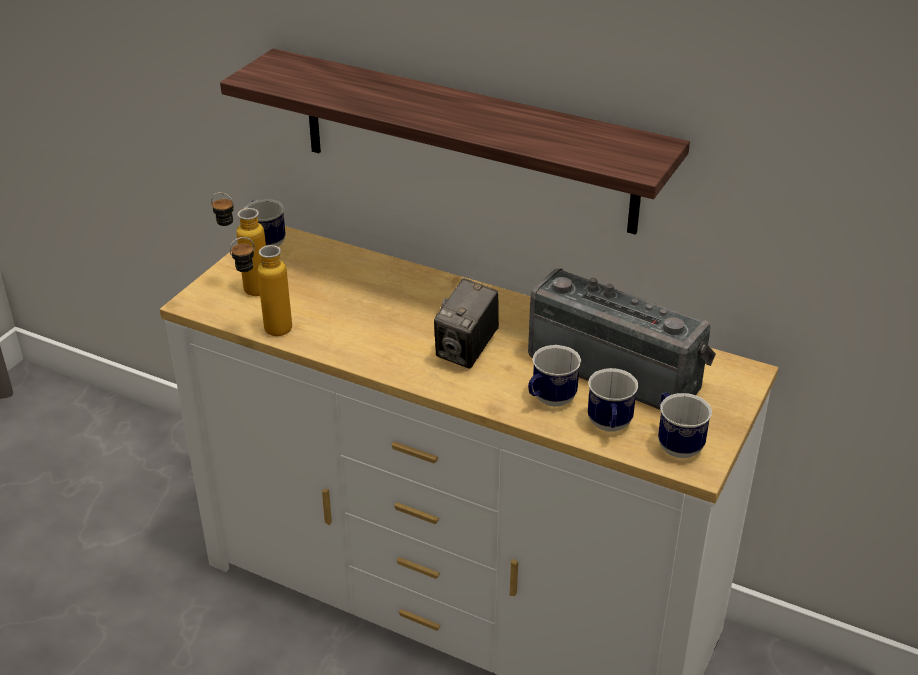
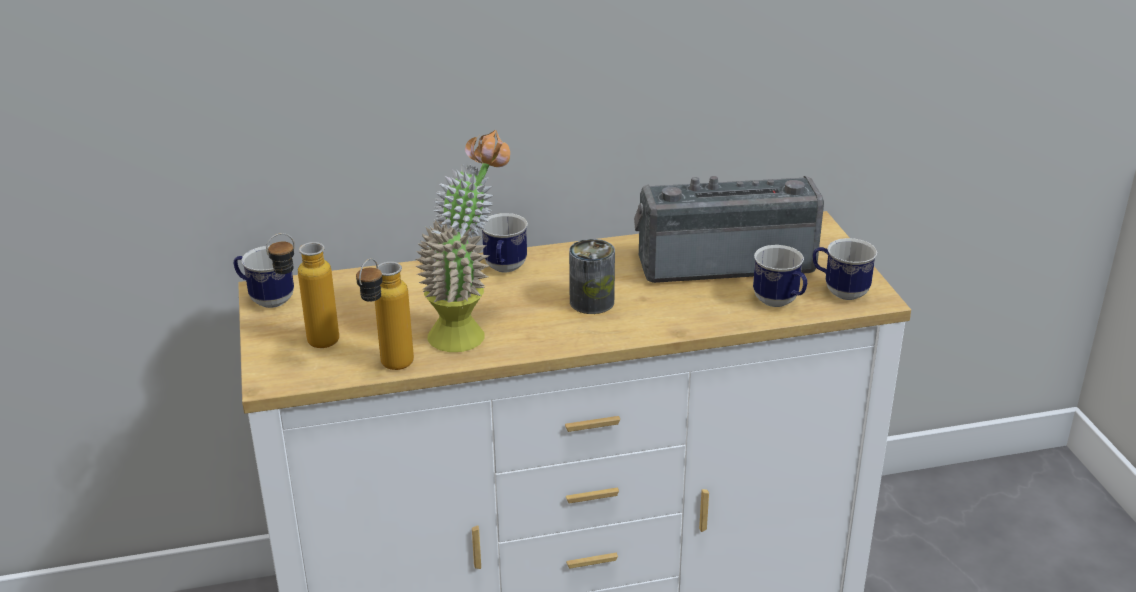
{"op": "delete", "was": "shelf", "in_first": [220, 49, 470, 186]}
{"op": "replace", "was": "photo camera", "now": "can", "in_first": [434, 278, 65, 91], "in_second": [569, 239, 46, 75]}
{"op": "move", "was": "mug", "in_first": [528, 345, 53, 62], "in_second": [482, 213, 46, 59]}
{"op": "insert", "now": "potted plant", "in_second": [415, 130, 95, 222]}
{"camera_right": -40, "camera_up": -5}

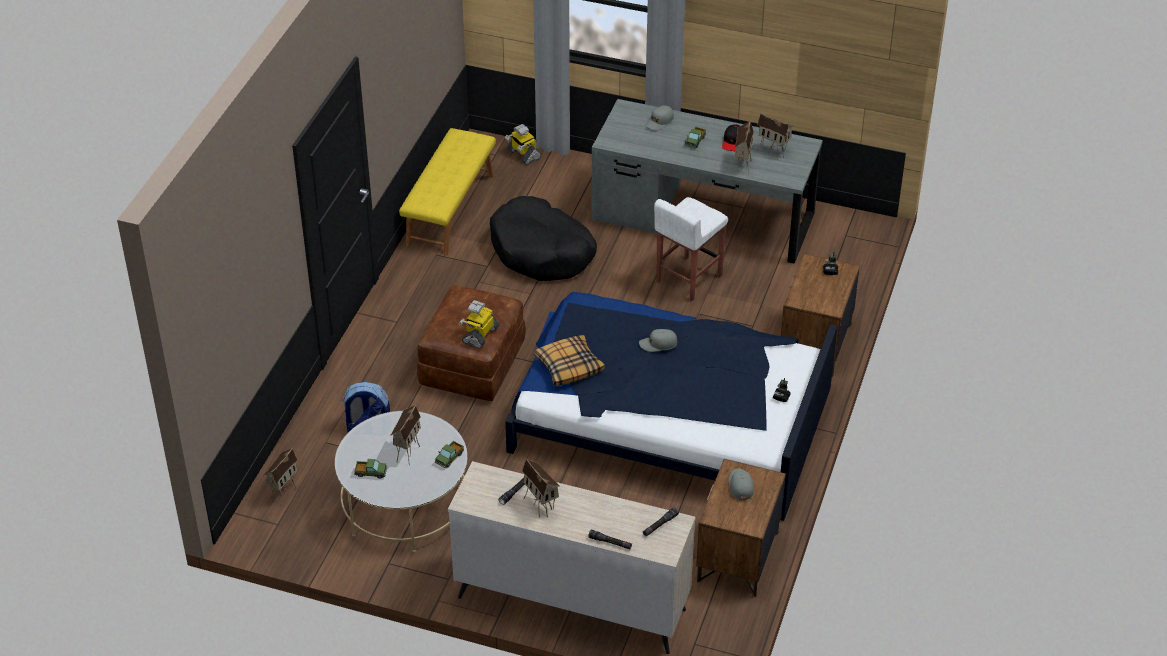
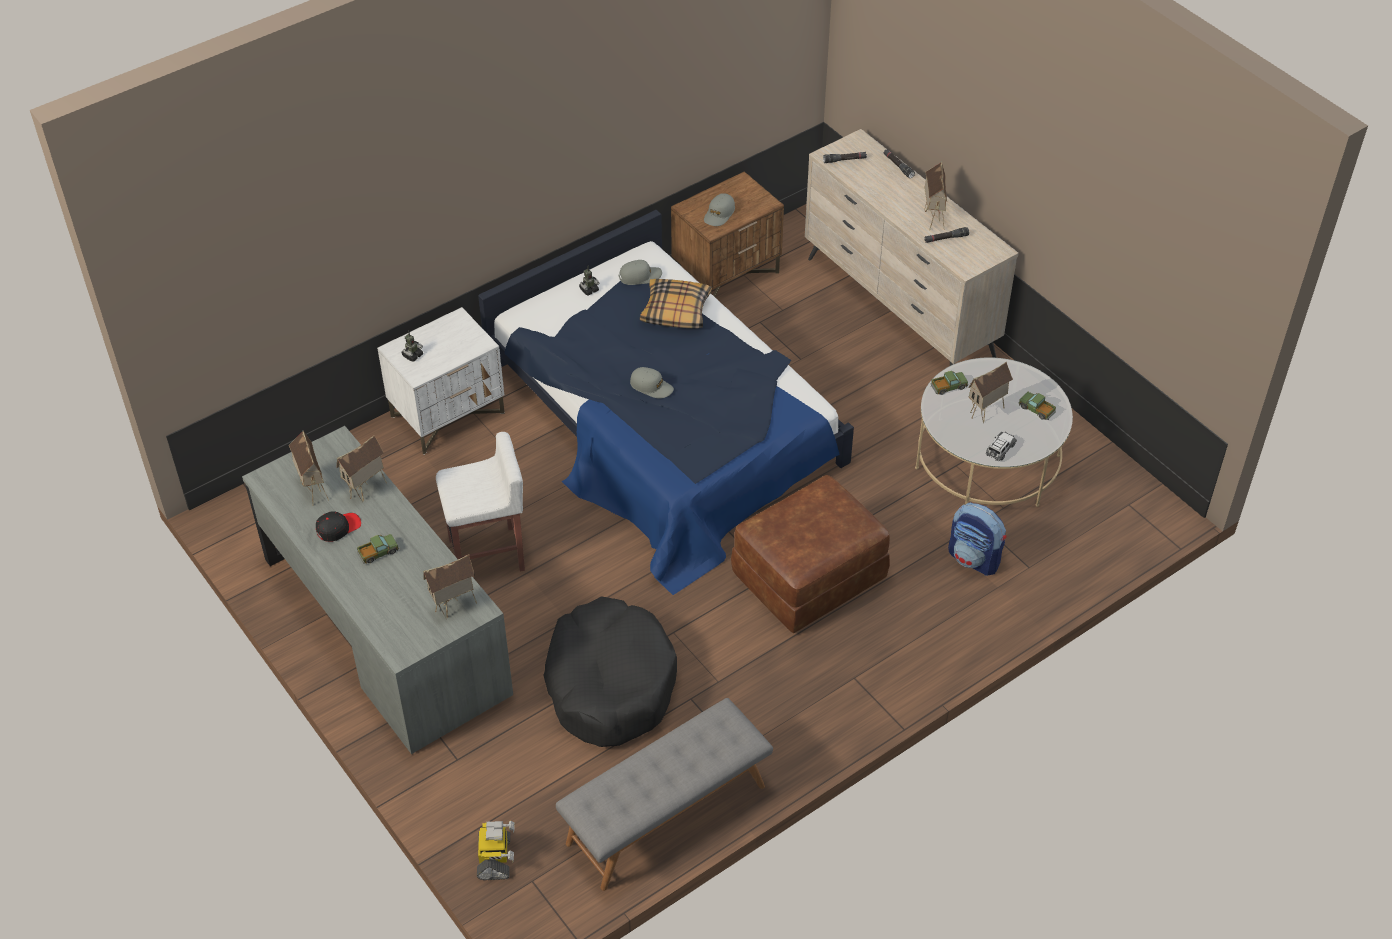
{"op": "move", "was": "cap/grey", "in_first": [645, 105, 29, 25], "in_second": [619, 260, 43, 25]}
{"op": "recolor", "was": "bench/yellow", "now": "bench/grey", "in_first": [399, 128, 97, 128], "in_second": [556, 698, 217, 193]}
{"op": "recolor", "was": "nightstand/brown", "now": "nightstand/white", "in_first": [781, 254, 79, 123], "in_second": [377, 307, 128, 148]}
{"op": "delete", "was": "toy robot", "in_first": [459, 300, 40, 49]}
{"op": "move", "was": "pillow", "in_first": [534, 335, 71, 51], "in_second": [640, 279, 72, 50]}
{"op": "move", "was": "toy house", "in_first": [264, 448, 34, 58], "in_second": [423, 555, 54, 63]}
{"op": "insert", "now": "toy car", "in_second": [986, 431, 31, 30]}
{"camera_right": -145, "camera_up": 5}

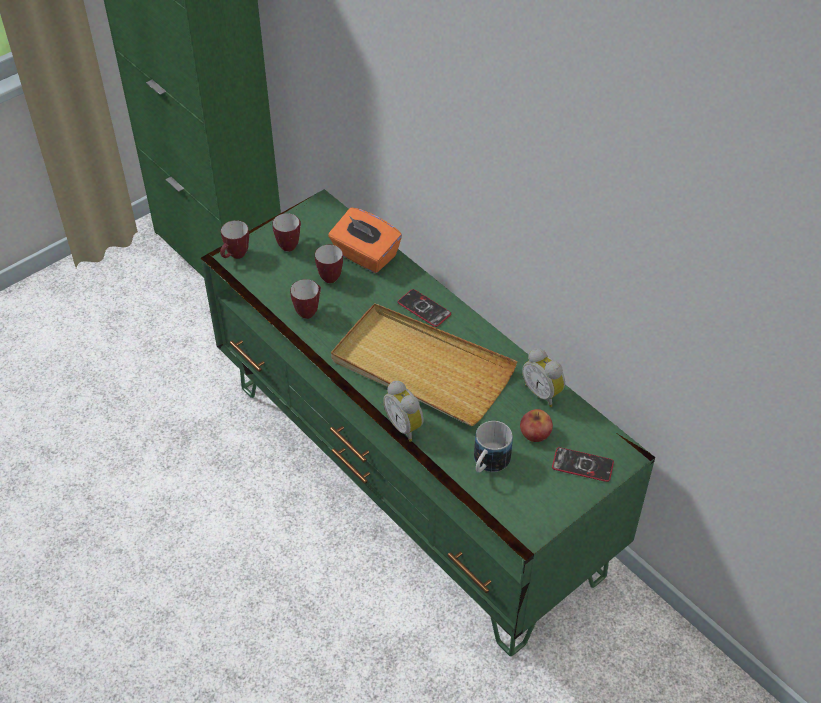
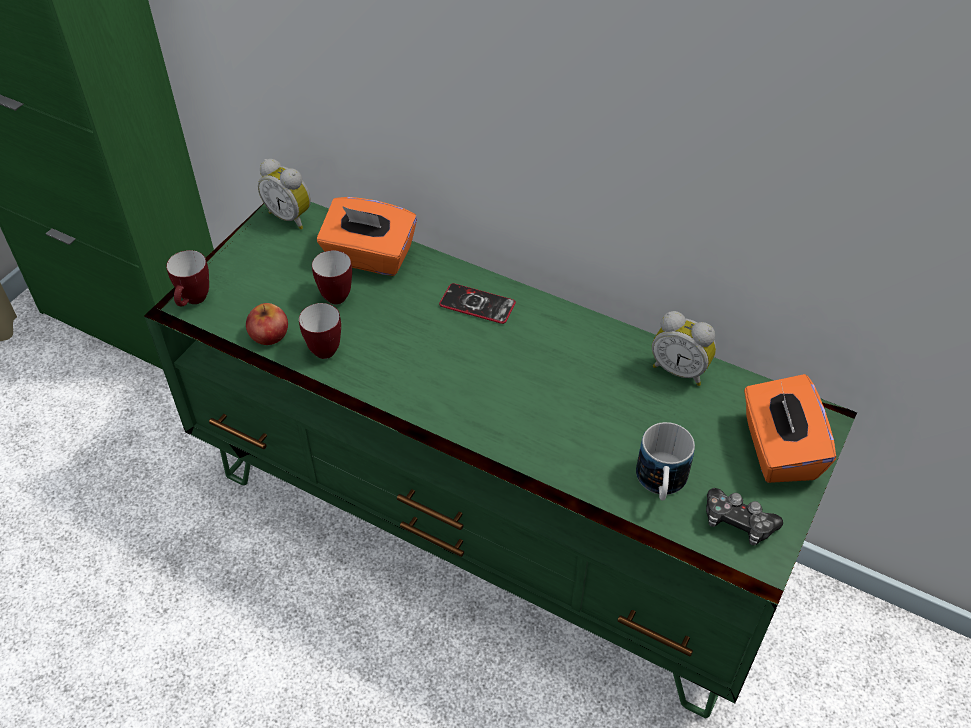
{"op": "delete", "was": "mug", "in_first": [272, 213, 29, 39]}
{"op": "delete", "was": "tray/beige", "in_first": [331, 303, 187, 123]}
{"op": "move", "was": "alarm clock", "in_first": [383, 381, 41, 61], "in_second": [258, 159, 53, 70]}
{"op": "move", "was": "apple", "in_first": [520, 409, 33, 33], "in_second": [246, 303, 42, 42]}
{"op": "replace", "was": "phone", "now": "tissue box/orange", "in_first": [552, 447, 62, 35], "in_second": [744, 374, 92, 109]}
{"op": "insert", "now": "game controller", "in_second": [706, 488, 77, 58]}
{"camera_right": -20, "camera_up": 0}

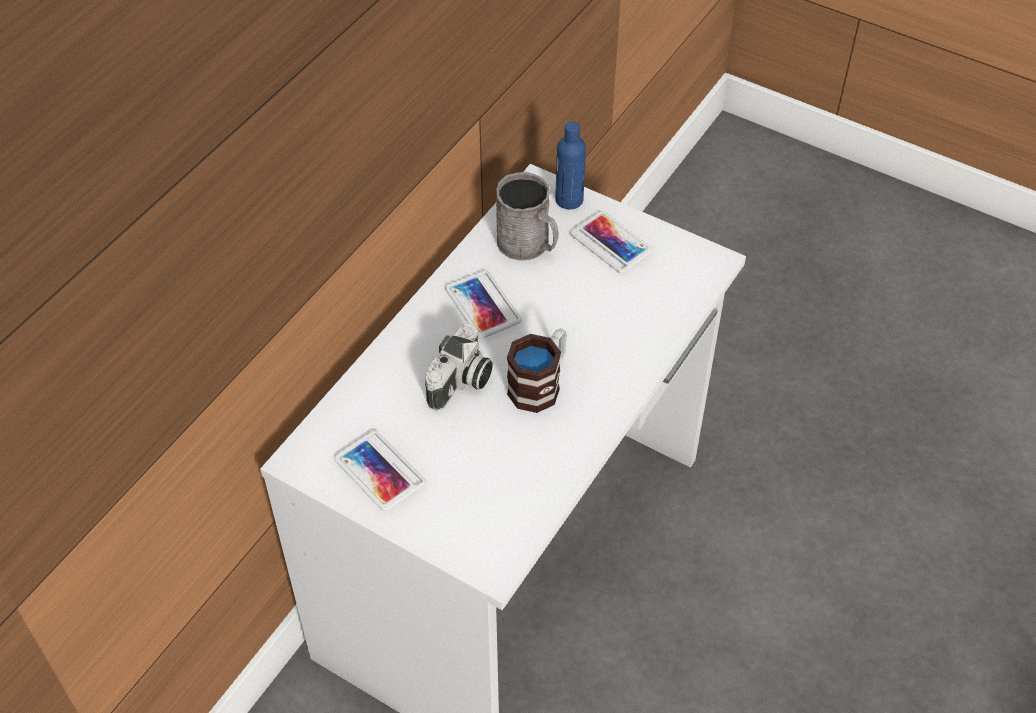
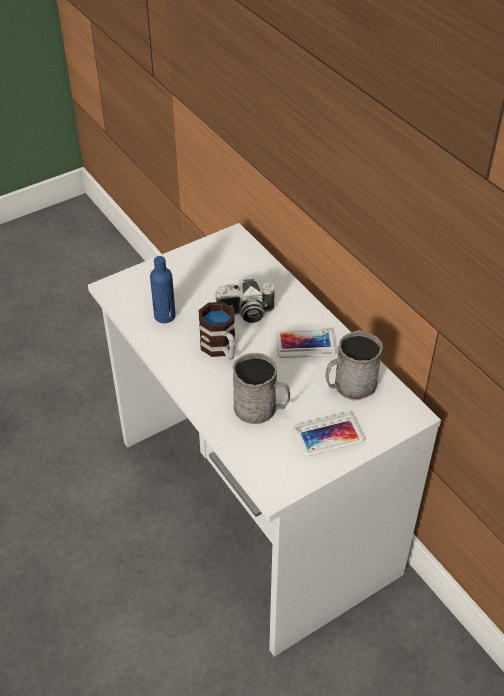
{"op": "move", "was": "bottle/blue", "in_first": [556, 121, 30, 88], "in_second": [150, 256, 26, 67]}
{"op": "rotate", "was": "photo camera", "in_first": [425, 324, 68, 87], "in_second": [215, 279, 60, 44], "clockwise": -60}
{"op": "delete", "was": "phone", "in_first": [334, 430, 92, 81]}
{"op": "insert", "now": "mug/grey", "in_second": [233, 353, 57, 71]}
{"camera_right": 115, "camera_up": -5}

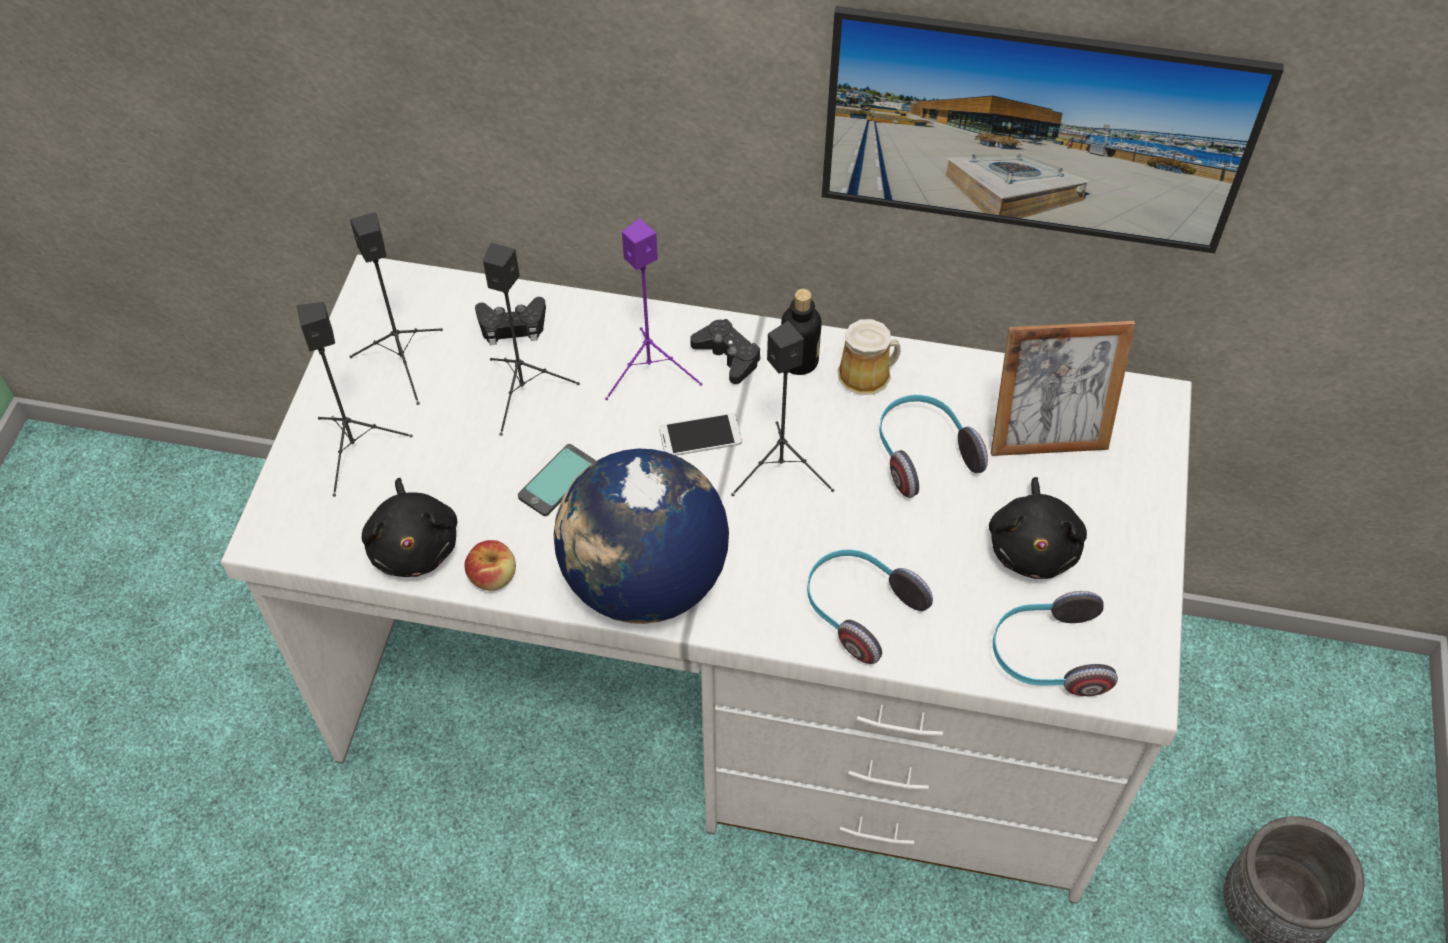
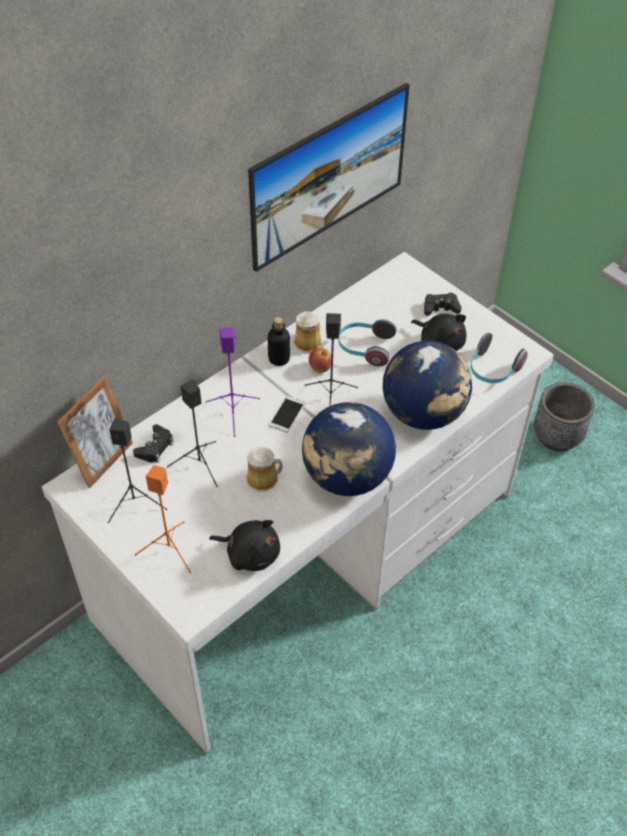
{"op": "recolor", "was": "speaker/black", "now": "speaker/orange", "in_first": [297, 302, 116, 195], "in_second": [134, 465, 57, 108]}
{"op": "move", "was": "game controller/black", "in_first": [690, 319, 71, 65], "in_second": [424, 293, 37, 23]}
{"op": "move", "was": "picture frame", "in_first": [991, 321, 144, 135], "in_second": [57, 376, 76, 112]}
{"op": "replace", "was": "phone", "now": "mug", "in_first": [518, 444, 78, 72], "in_second": [247, 447, 36, 45]}
{"op": "move", "was": "apple", "in_first": [464, 540, 52, 51], "in_second": [309, 348, 22, 25]}
{"op": "replace", "was": "headphones", "now": "globe", "in_first": [807, 549, 126, 115], "in_second": [383, 341, 89, 89]}
{"camera_right": -55, "camera_up": -5}

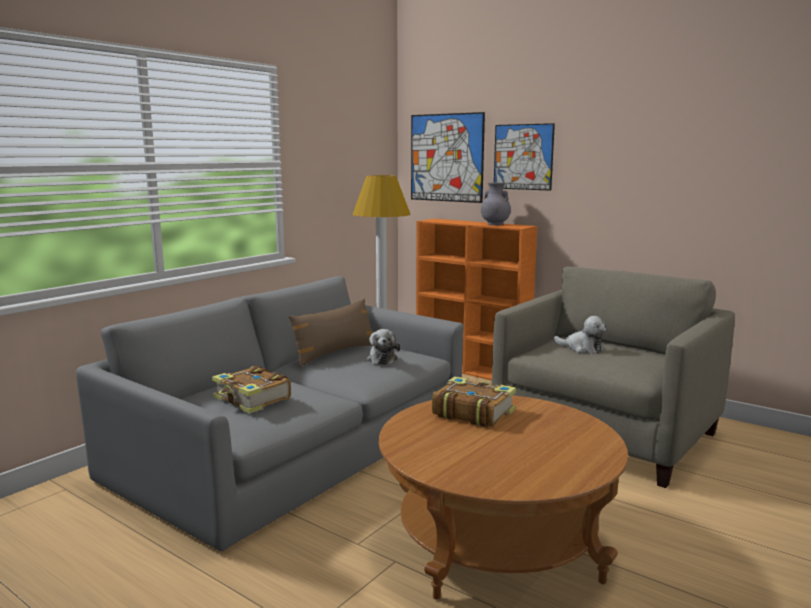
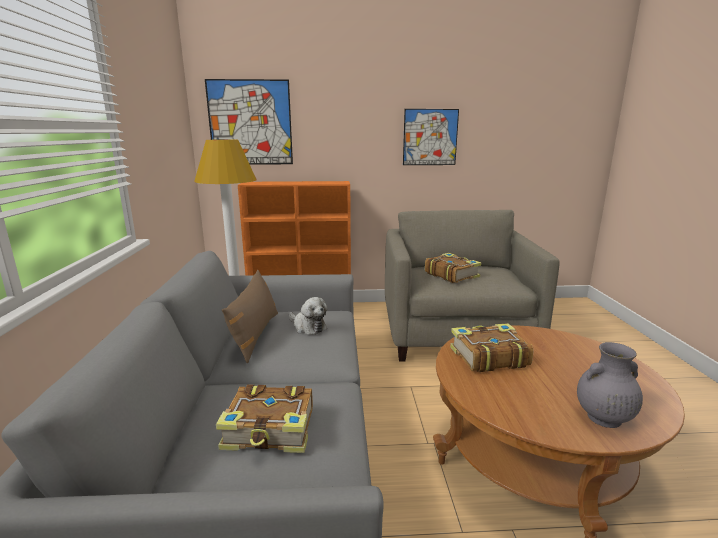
{"op": "move", "was": "picture", "in_first": [494, 123, 61, 68], "in_second": [403, 109, 56, 56]}
{"op": "move", "was": "vase/grey", "in_first": [481, 183, 30, 42], "in_second": [577, 342, 66, 86]}
{"op": "replace", "was": "plush toy", "now": "book", "in_first": [554, 316, 53, 38], "in_second": [425, 253, 56, 30]}
{"camera_right": -40, "camera_up": 5}

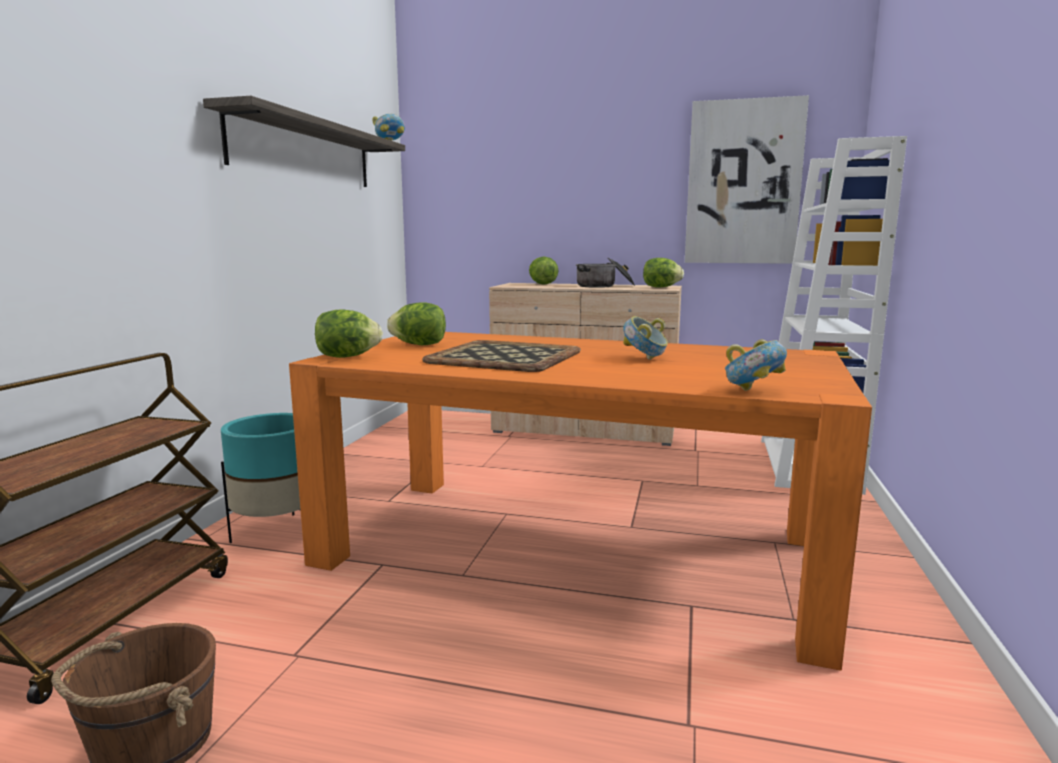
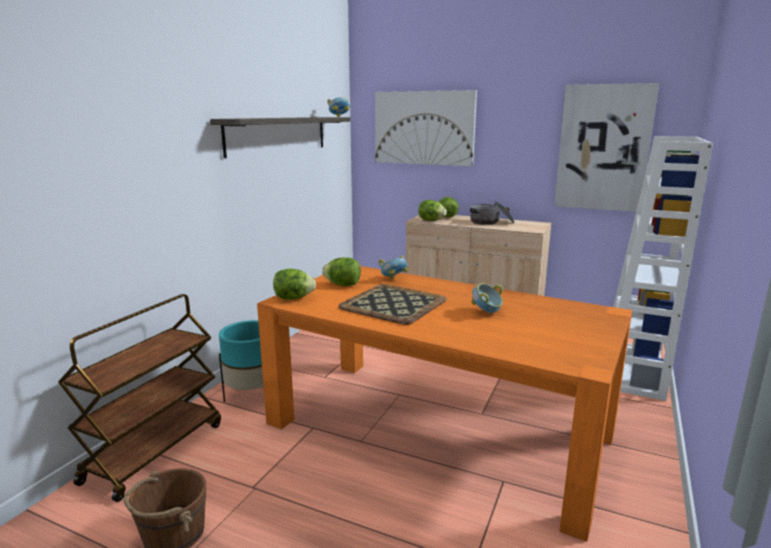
{"op": "move", "was": "lettuce", "in_first": [643, 258, 41, 30], "in_second": [418, 200, 29, 21]}
{"op": "move", "was": "bowl", "in_first": [725, 339, 62, 52], "in_second": [379, 256, 28, 23]}
{"op": "insert", "now": "picture", "in_second": [375, 90, 102, 76]}
{"camera_right": 10, "camera_up": 5}

